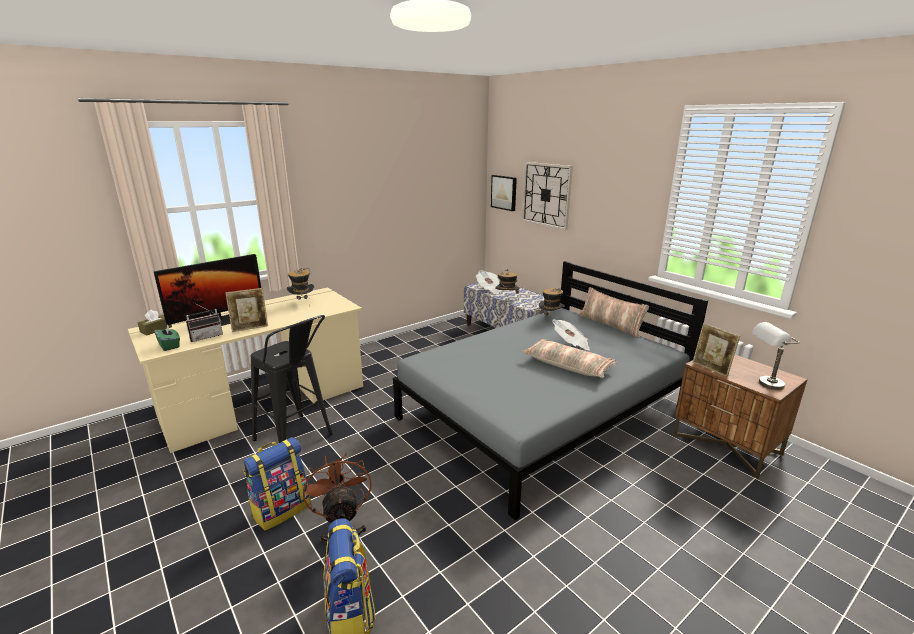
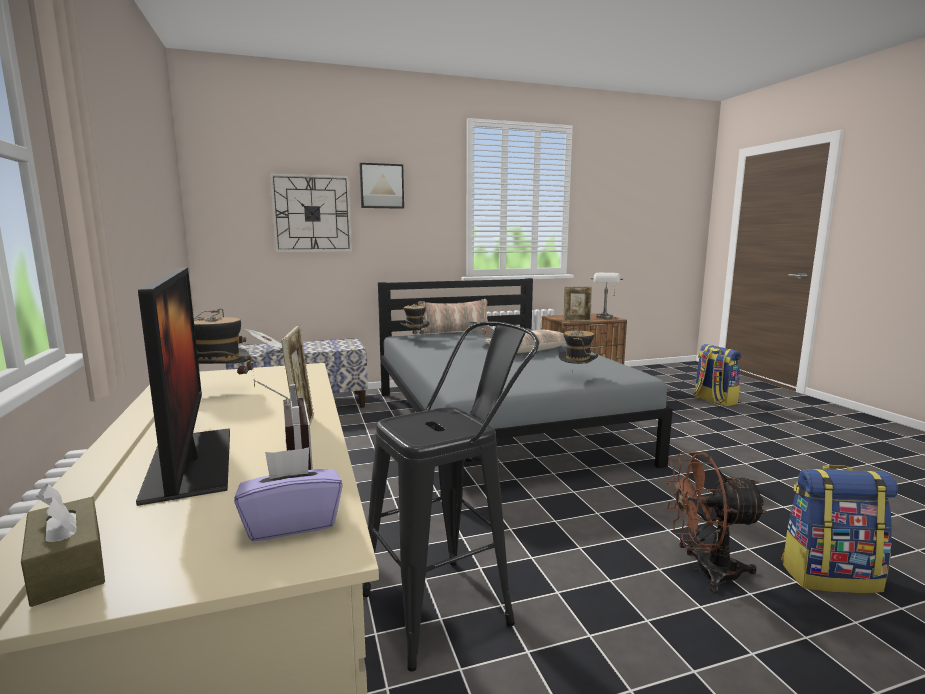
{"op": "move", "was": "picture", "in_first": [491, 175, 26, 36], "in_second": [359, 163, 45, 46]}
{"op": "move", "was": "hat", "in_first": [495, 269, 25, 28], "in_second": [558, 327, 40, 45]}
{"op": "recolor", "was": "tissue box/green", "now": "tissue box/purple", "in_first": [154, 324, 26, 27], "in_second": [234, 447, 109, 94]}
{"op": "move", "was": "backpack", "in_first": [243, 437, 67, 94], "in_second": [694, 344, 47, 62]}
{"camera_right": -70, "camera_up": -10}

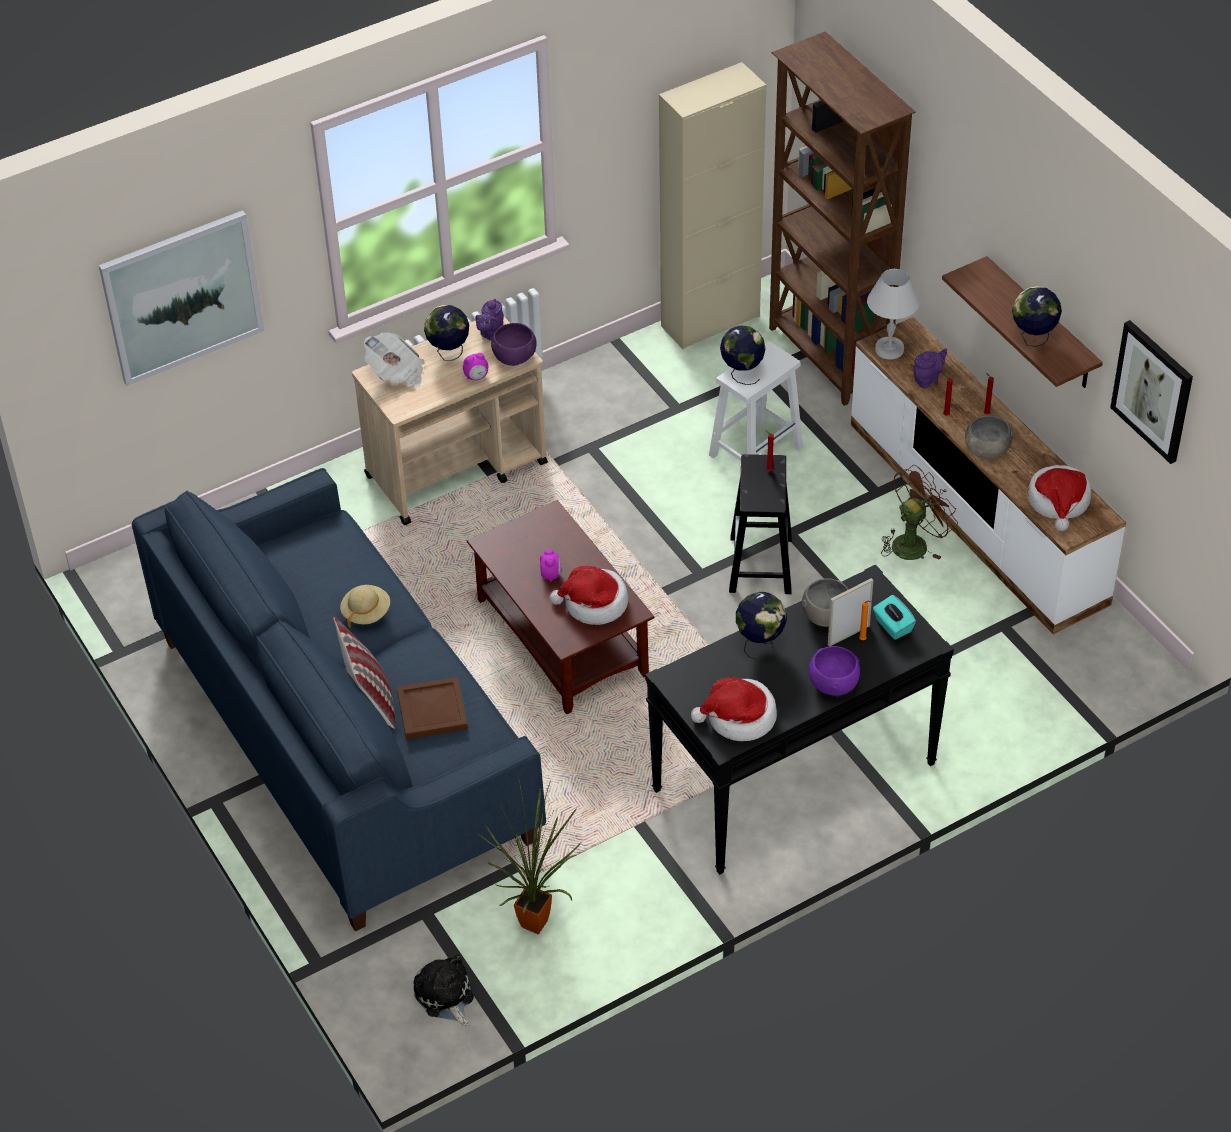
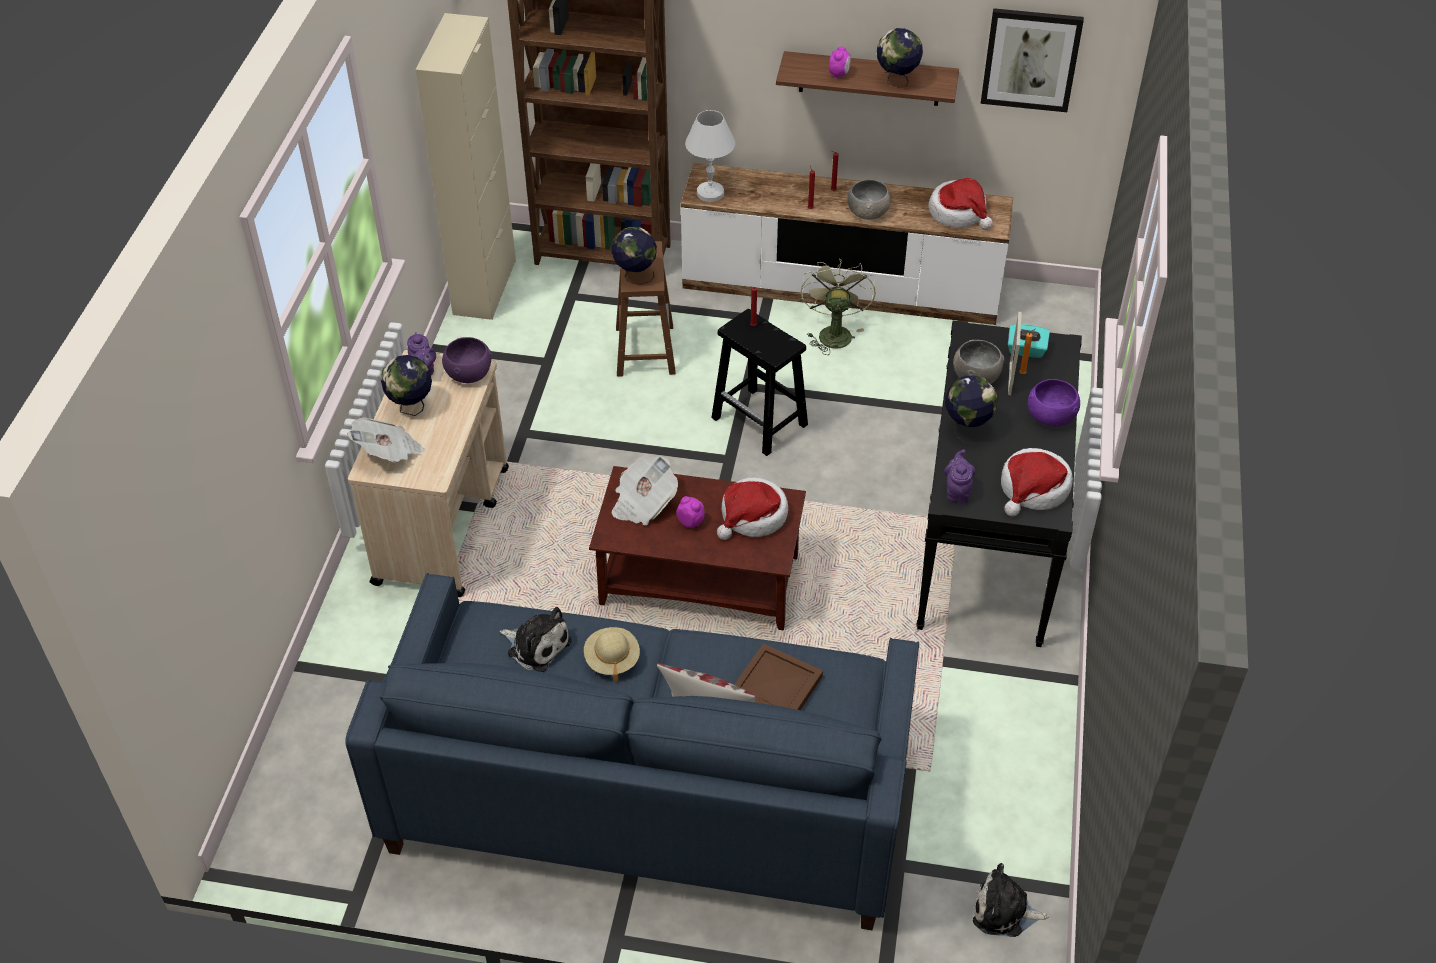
{"op": "delete", "was": "picture", "in_first": [99, 210, 166, 176]}
{"op": "recolor", "was": "stool/white", "now": "stool/brown", "in_first": [709, 341, 94, 120], "in_second": [616, 241, 60, 136]}
{"op": "move", "was": "teapot/purple", "in_first": [913, 348, 34, 40], "in_second": [944, 449, 31, 54]}
{"op": "move", "was": "alarm clock", "in_first": [463, 353, 25, 27], "in_second": [829, 46, 22, 33]}
{"op": "recolor", "was": "fan/brown", "now": "fan/green", "in_first": [881, 465, 77, 95], "in_second": [801, 258, 75, 97]}
{"op": "delete", "was": "potted plant", "in_first": [478, 780, 103, 154]}
{"op": "insert", "now": "newspaper", "in_second": [612, 456, 66, 69]}
{"op": "insert", "now": "plush toy", "in_second": [500, 607, 72, 65]}
{"camera_right": -50, "camera_up": 0}

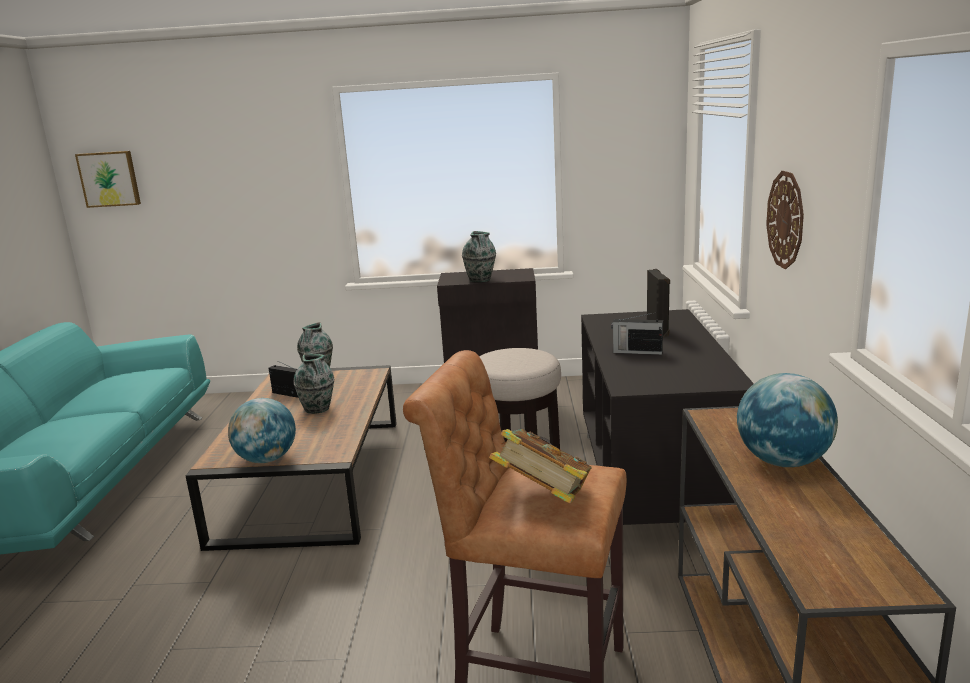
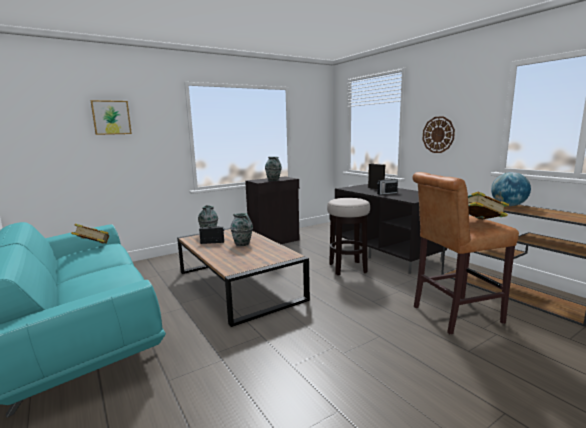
{"op": "move", "was": "picture", "in_first": [75, 151, 66, 57], "in_second": [91, 100, 41, 35]}
{"op": "delete", "was": "globe", "in_first": [228, 398, 68, 65]}
{"op": "insert", "now": "book", "in_second": [71, 224, 38, 20]}
{"camera_right": -35, "camera_up": -5}

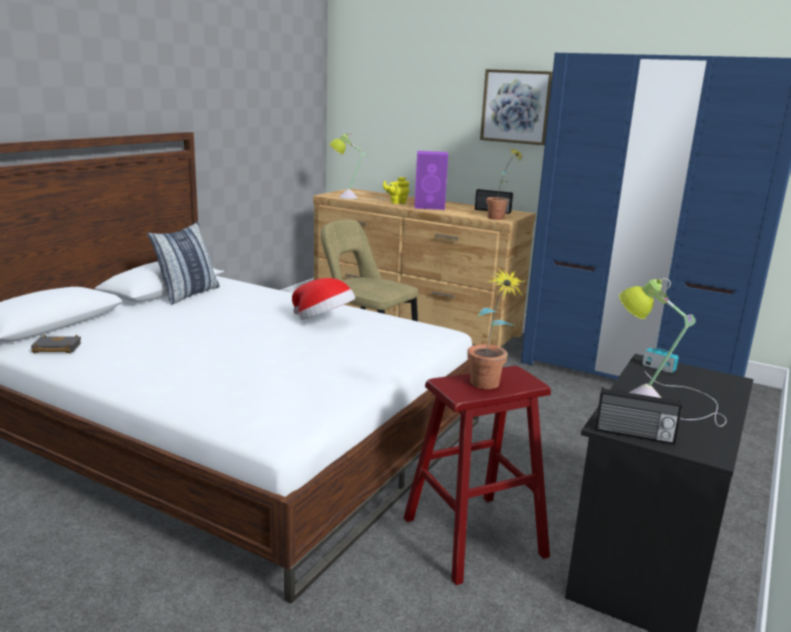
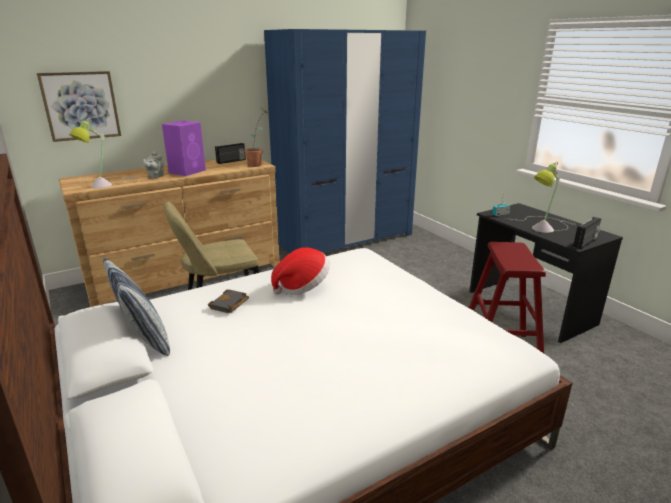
{"op": "move", "was": "picture", "in_first": [480, 69, 73, 76], "in_second": [37, 71, 84, 71]}
{"op": "recolor", "was": "teapot/yellow", "now": "teapot/grey", "in_first": [383, 177, 26, 27], "in_second": [143, 151, 21, 27]}
{"op": "delete", "was": "potted plant", "in_first": [467, 267, 58, 122]}
{"op": "move", "was": "book/black", "in_first": [31, 335, 51, 18], "in_second": [208, 289, 41, 24]}
{"camera_right": -60, "camera_up": 5}

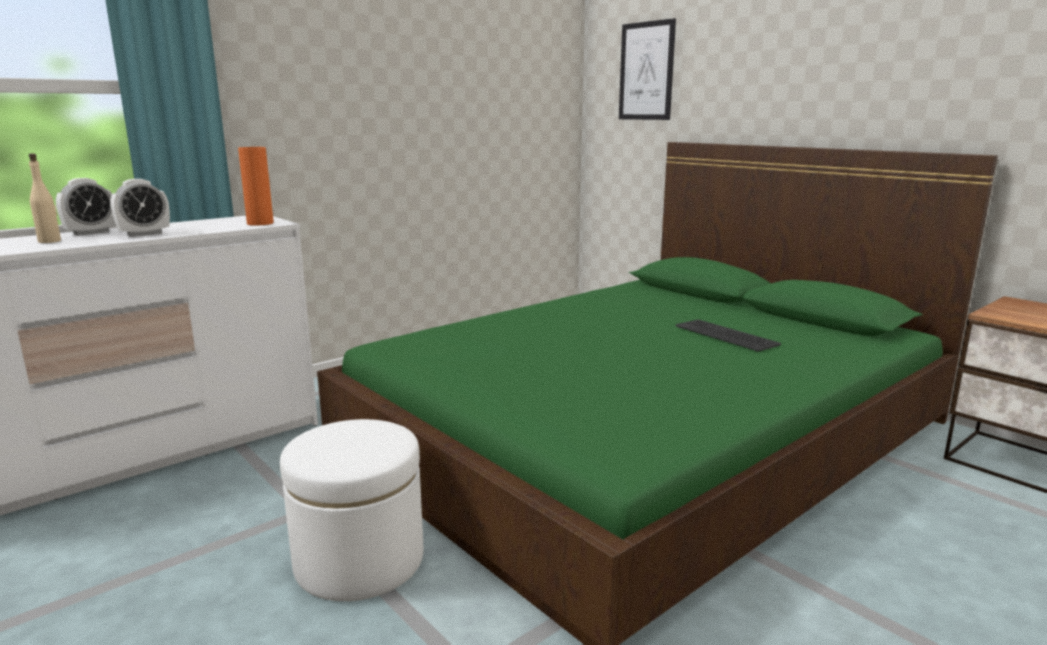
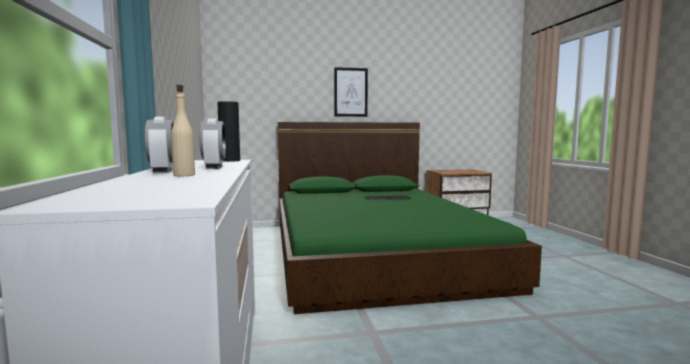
{"op": "move", "was": "picture", "in_first": [619, 18, 57, 102], "in_second": [334, 67, 34, 50]}
{"op": "recolor", "was": "vase/orange", "now": "vase/black", "in_first": [238, 147, 36, 79], "in_second": [217, 101, 23, 61]}
{"op": "delete", "was": "ottoman/white", "in_first": [280, 419, 143, 182]}
{"camera_right": -60, "camera_up": -10}

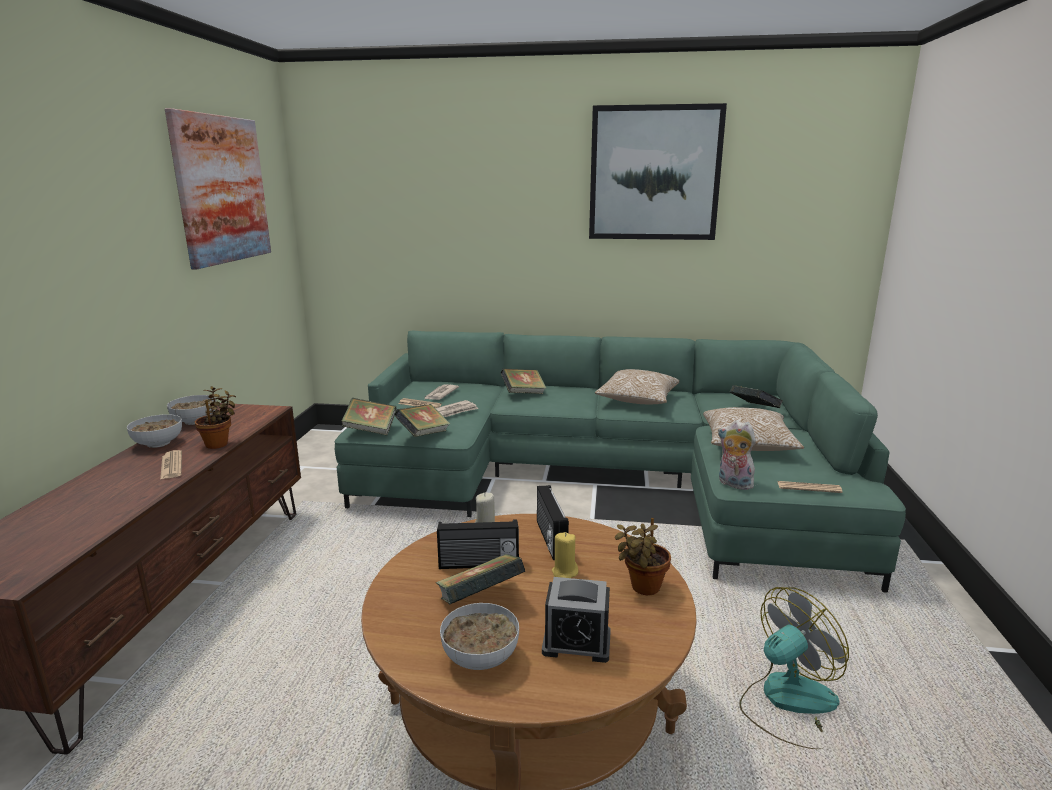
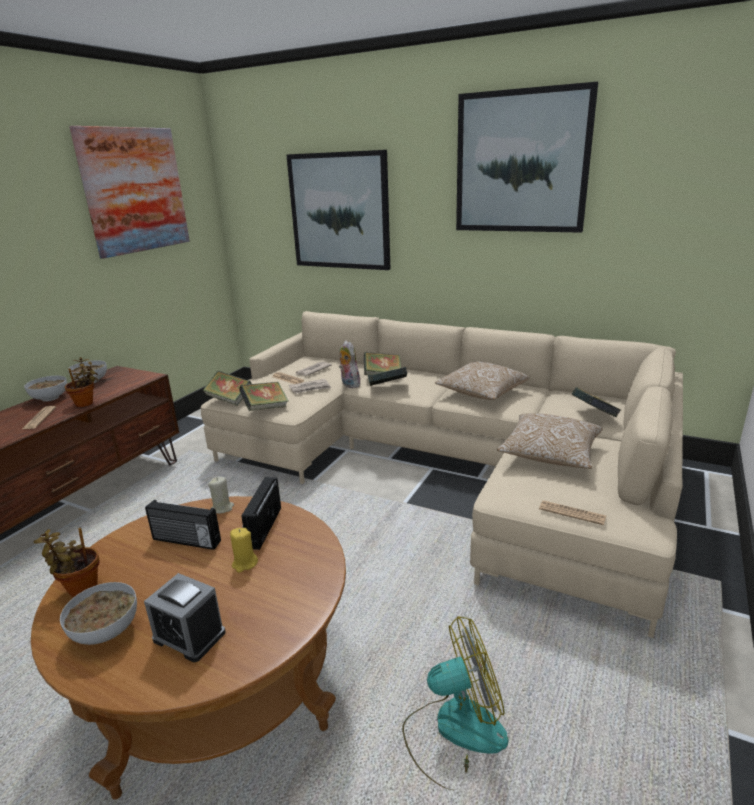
{"op": "recolor", "was": "sofa/green", "now": "sofa/beige", "in_first": [335, 330, 571, 263], "in_second": [200, 311, 483, 327]}
{"op": "move", "was": "plush toy", "in_first": [718, 420, 38, 70], "in_second": [339, 341, 21, 47]}
{"op": "move", "was": "potted plant", "in_first": [615, 518, 56, 77], "in_second": [34, 528, 66, 69]}
{"op": "move", "was": "book", "in_first": [435, 554, 90, 50], "in_second": [368, 367, 39, 19]}
{"op": "insert", "now": "picture", "in_second": [286, 150, 104, 120]}
{"camera_right": 20, "camera_up": 5}

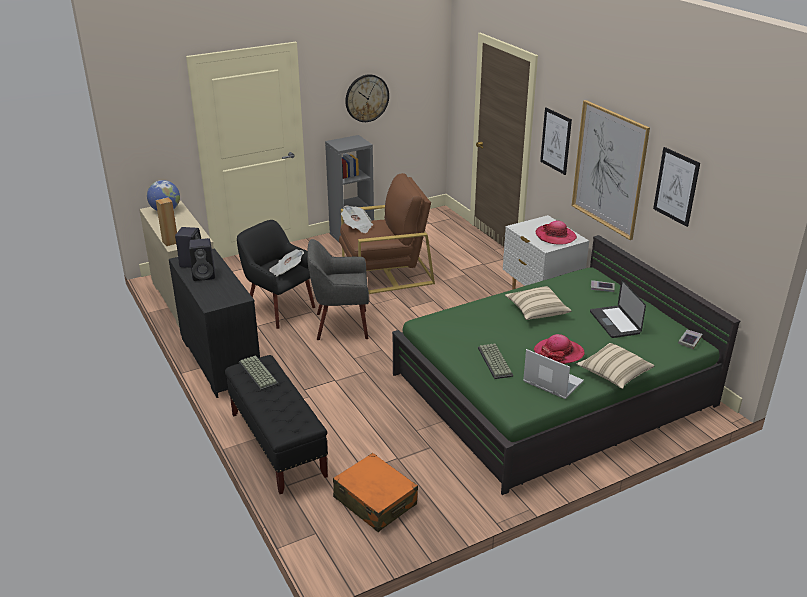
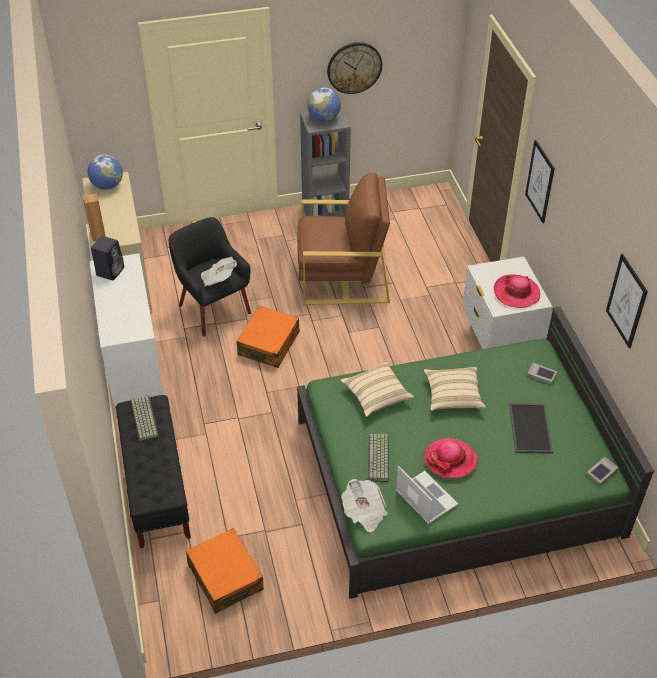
{"op": "delete", "was": "picture", "in_first": [572, 100, 78, 140]}
{"op": "move", "was": "newspaper", "in_first": [341, 205, 32, 28], "in_second": [341, 479, 47, 53]}
{"op": "delete", "was": "speaker/black", "in_first": [189, 238, 26, 43]}
{"op": "replace", "was": "armchair/grey", "now": "suitcase/orange", "in_first": [307, 239, 62, 101], "in_second": [237, 306, 63, 62]}
{"op": "recolor", "was": "dresser/black", "now": "dresser/white", "in_first": [169, 248, 91, 150], "in_second": [90, 253, 74, 161]}
{"op": "replace", "was": "laptop", "now": "tray", "in_first": [590, 280, 56, 58], "in_second": [509, 403, 44, 50]}
{"op": "move", "was": "pillow/beige", "in_first": [576, 343, 79, 46], "in_second": [340, 362, 74, 55]}
{"op": "insert", "now": "globe", "in_second": [307, 87, 34, 35]}
{"camera_right": 15, "camera_up": 15}

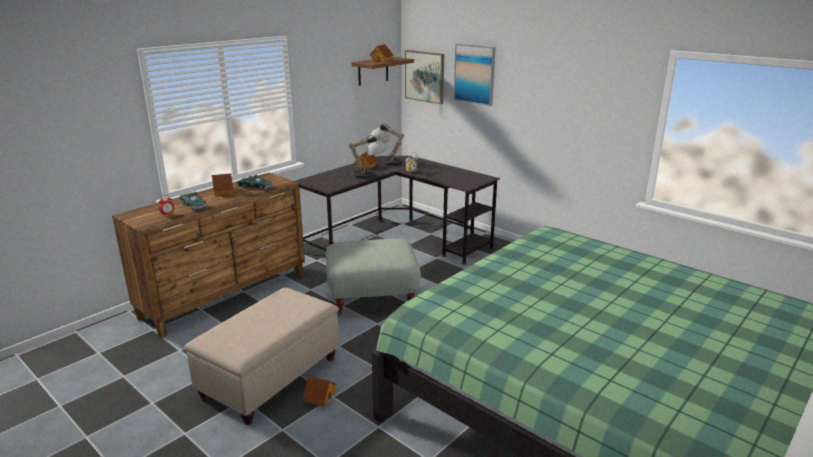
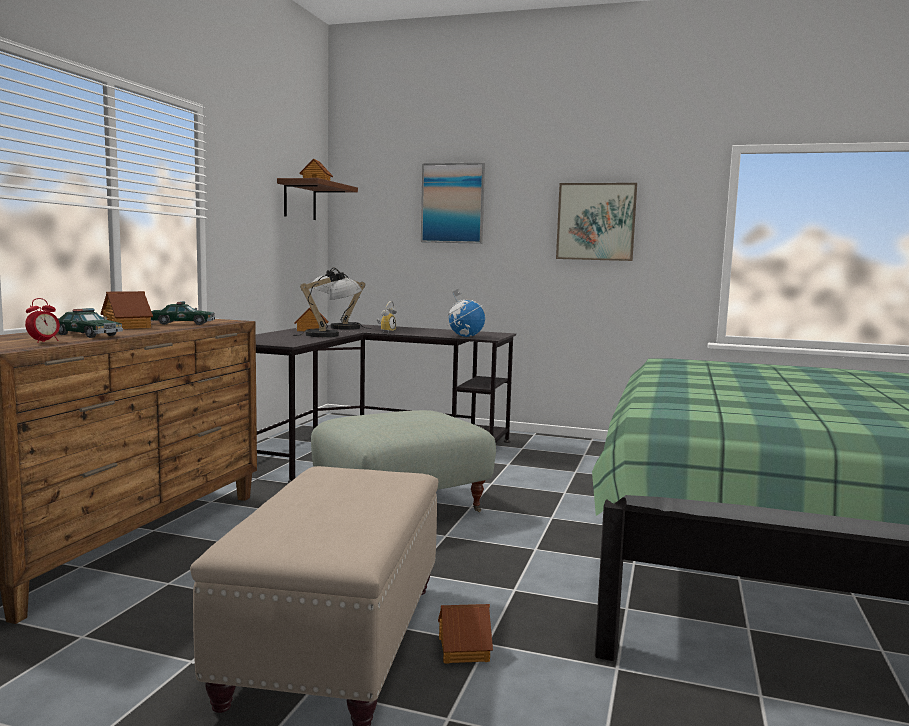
{"op": "move", "was": "picture", "in_first": [405, 50, 39, 54], "in_second": [556, 183, 81, 78]}
{"op": "insert", "now": "globe", "in_second": [447, 288, 38, 49]}
{"camera_right": -25, "camera_up": -15}

